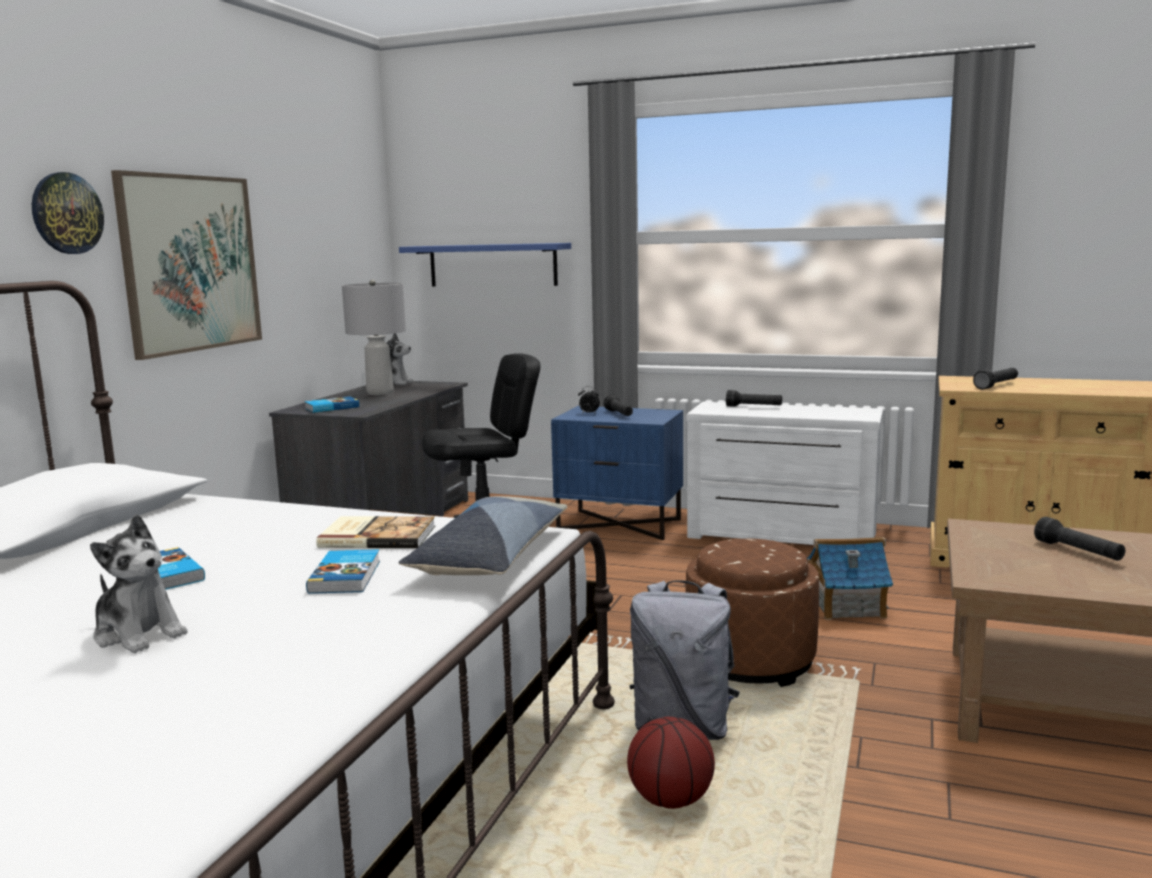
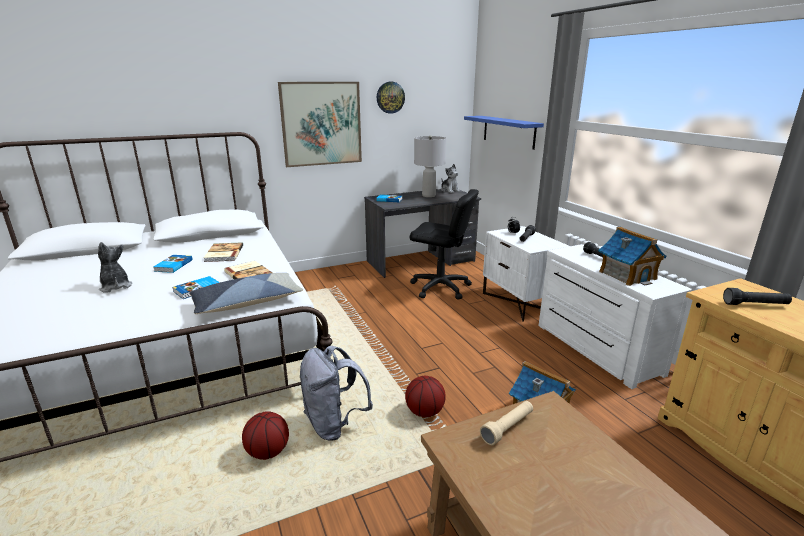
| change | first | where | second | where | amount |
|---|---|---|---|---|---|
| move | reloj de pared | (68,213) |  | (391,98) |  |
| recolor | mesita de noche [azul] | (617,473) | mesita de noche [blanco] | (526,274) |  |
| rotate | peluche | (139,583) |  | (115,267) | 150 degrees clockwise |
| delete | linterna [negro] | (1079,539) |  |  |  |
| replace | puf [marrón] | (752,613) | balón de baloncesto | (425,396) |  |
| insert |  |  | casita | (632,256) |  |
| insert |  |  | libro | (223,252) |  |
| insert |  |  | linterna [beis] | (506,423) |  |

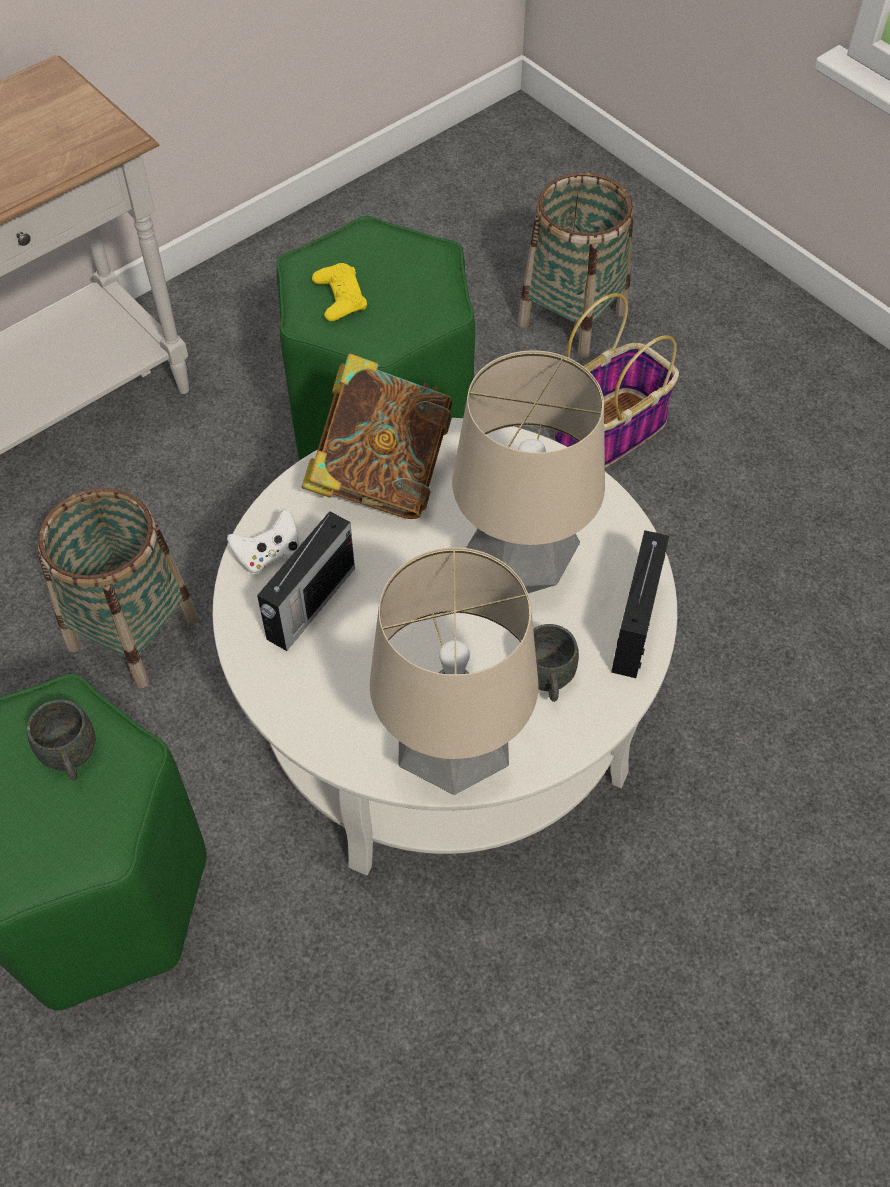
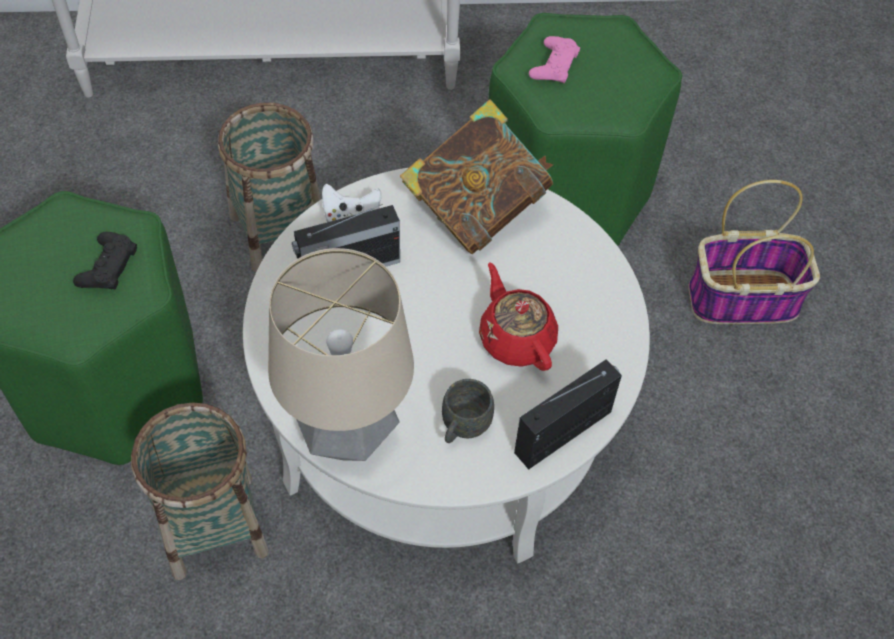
| change | first | where | second | where | amount |
|---|---|---|---|---|---|
| move | cesta | (576,266) |  | (200,491) |  |
| recolor | mando de consola [amarillo] | (339,292) | mando de consola [rosa] | (554,59) |  |
| replace | lámpara de mesa | (528,471) | tetera [rojo] | (518,316) |  |
| replace | taza grande [gris] | (61,740) | mando de consola [negro] | (105,260) |  |

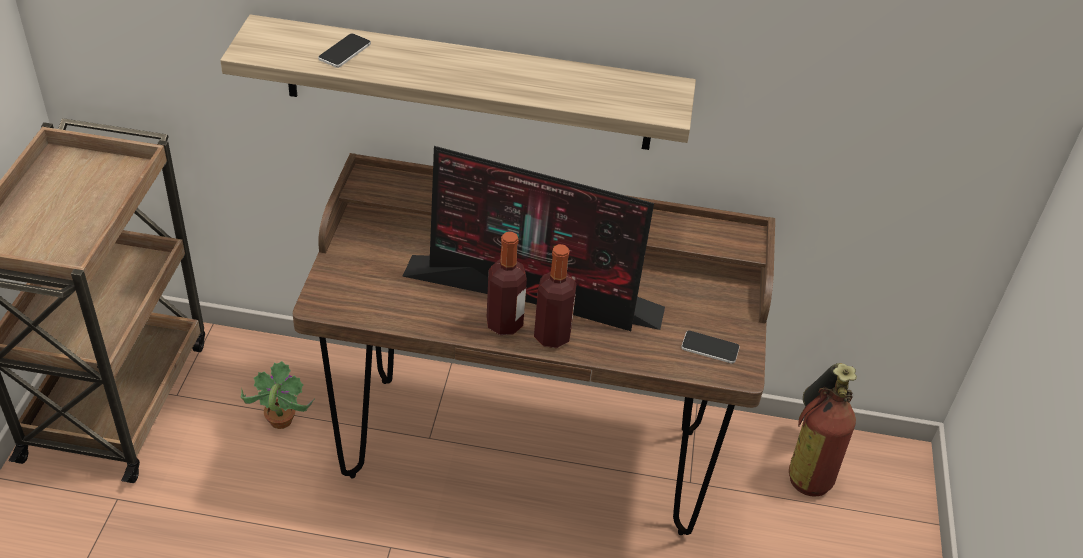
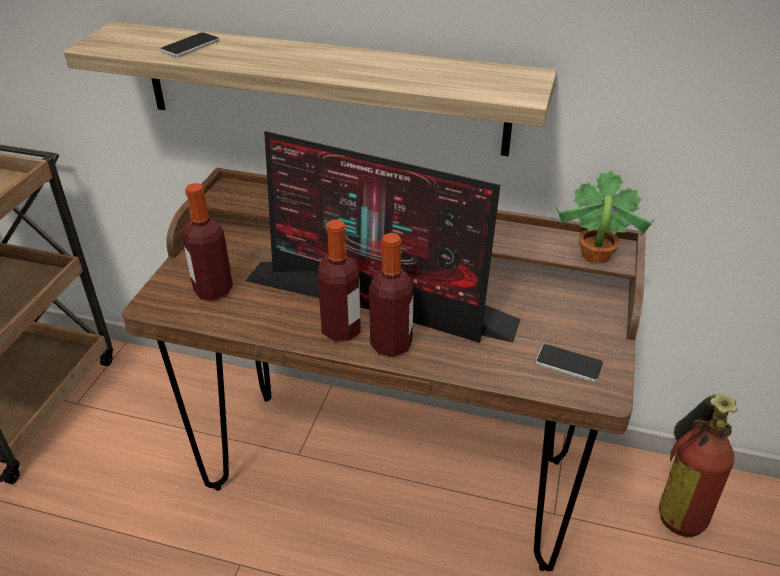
| change | first | where | second | where | amount |
|---|---|---|---|---|---|
| move | planta en maceta | (277,395) |  | (605,217) |  |
| insert |  |  | botella | (207,242) |  |

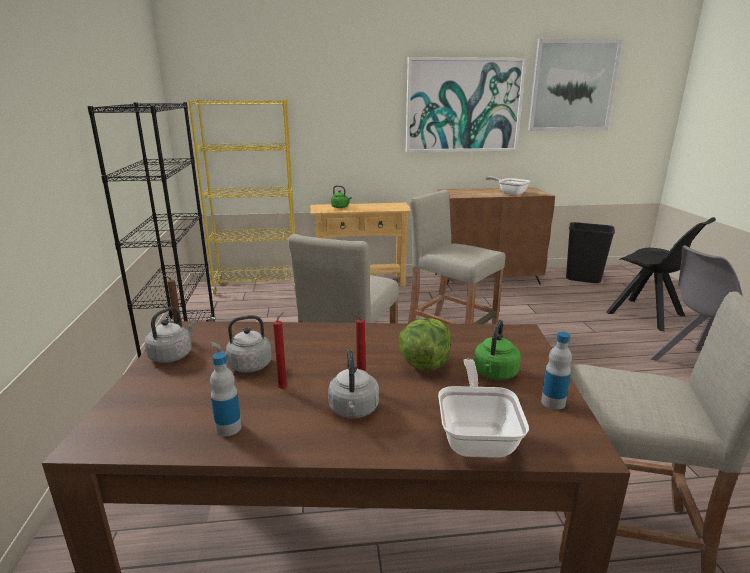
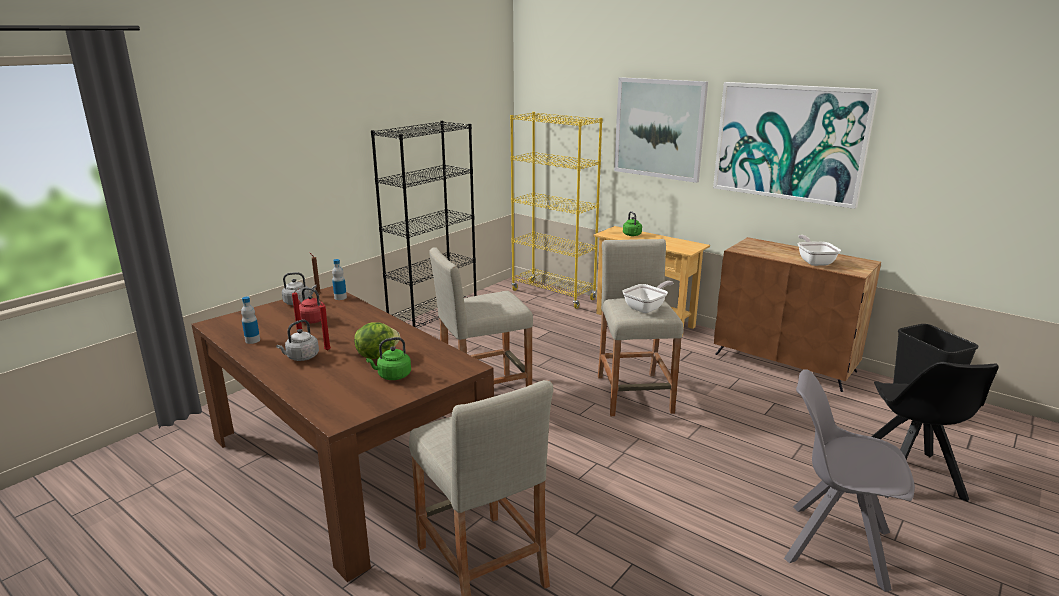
| change | first | where | second | where | amount |
|---|---|---|---|---|---|
| move | cuadro | (575,85) |  | (661,130) |  |
| recolor | hervidor [gris] | (241,344) | hervidor [rojo] | (312,305) |  |
| move | botella | (556,371) |  | (339,279) |  |
| move | sartén | (483,408) |  | (648,297) |  |

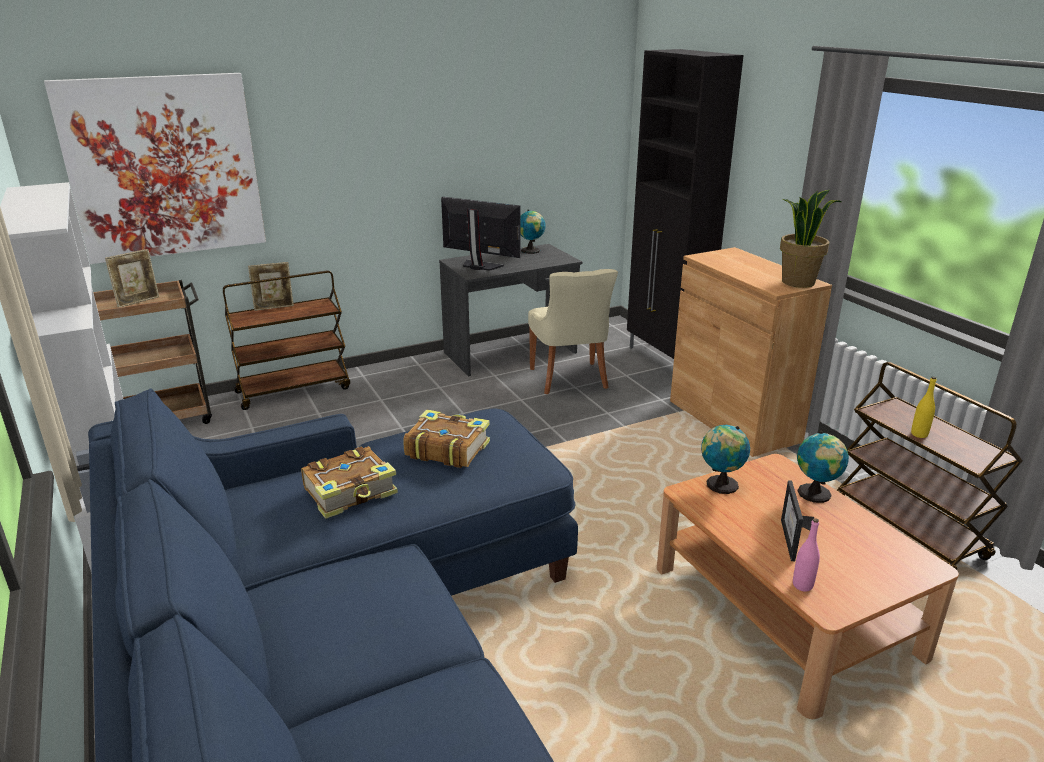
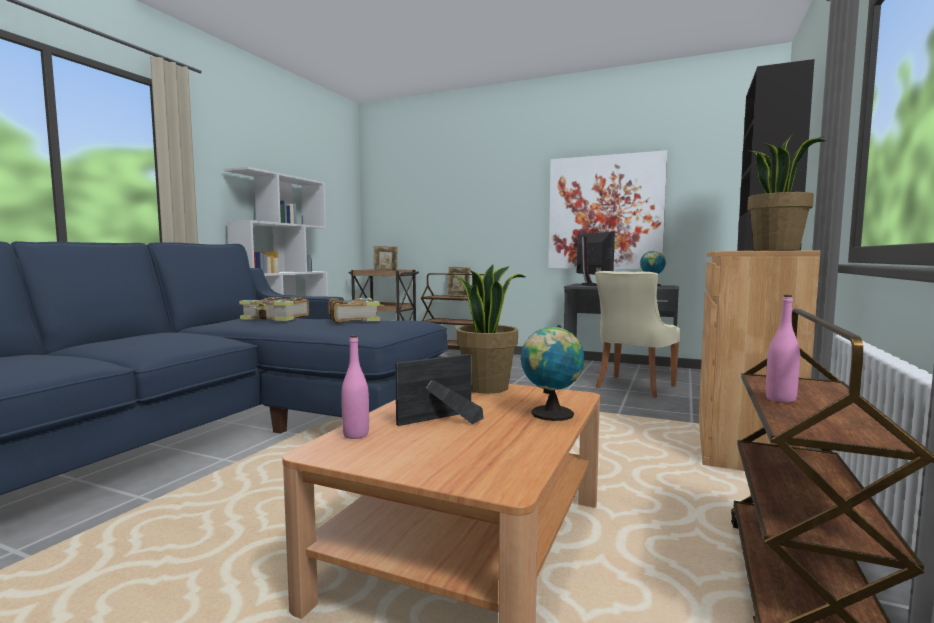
| change | first | where | second | where | amount |
|---|---|---|---|---|---|
| move | cuadro | (155,168) |  | (608,209) |  |
| recolor | botella [amarillo] | (923,407) | botella [rosa] | (783,349) |  |
| replace | globo terráqueo | (725,459) | planta en maceta | (487,328) |  |

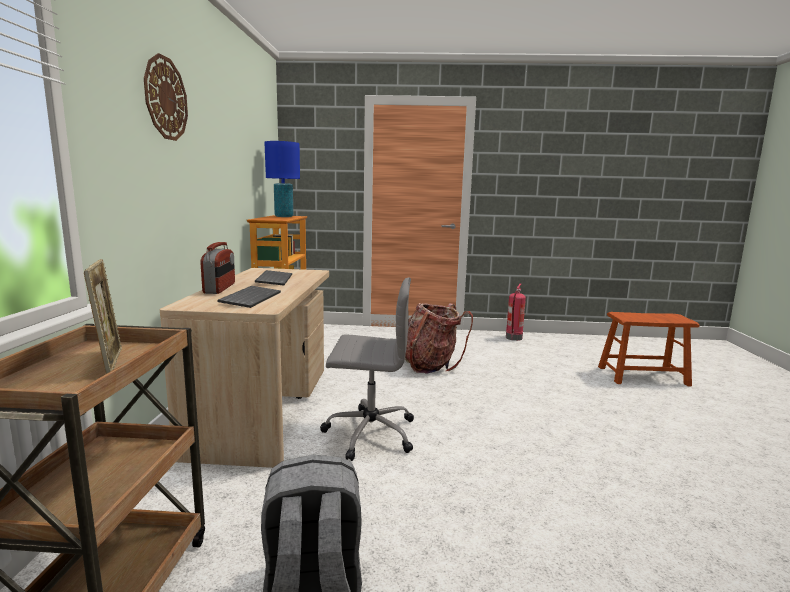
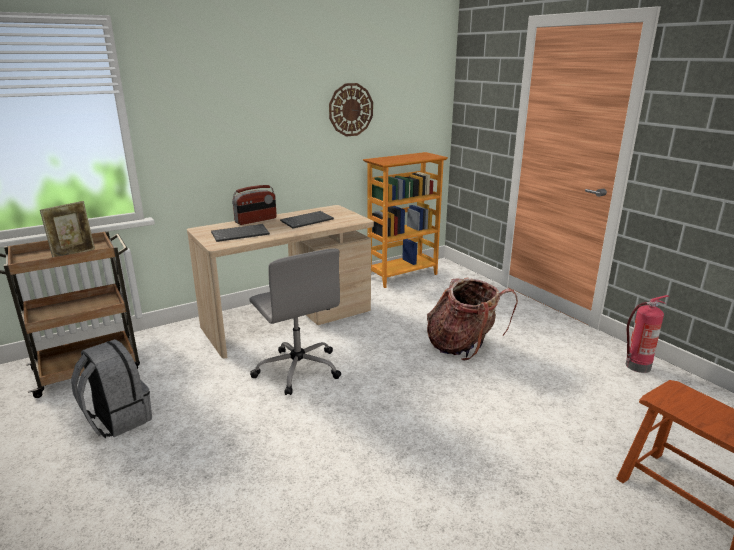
| change | first | where | second | where | amount |
|---|---|---|---|---|---|
| move | reloj de pared | (166,97) |  | (351,109) |  |
| delete | lámpara de mesa [azul] | (282,179) |  |  |  |

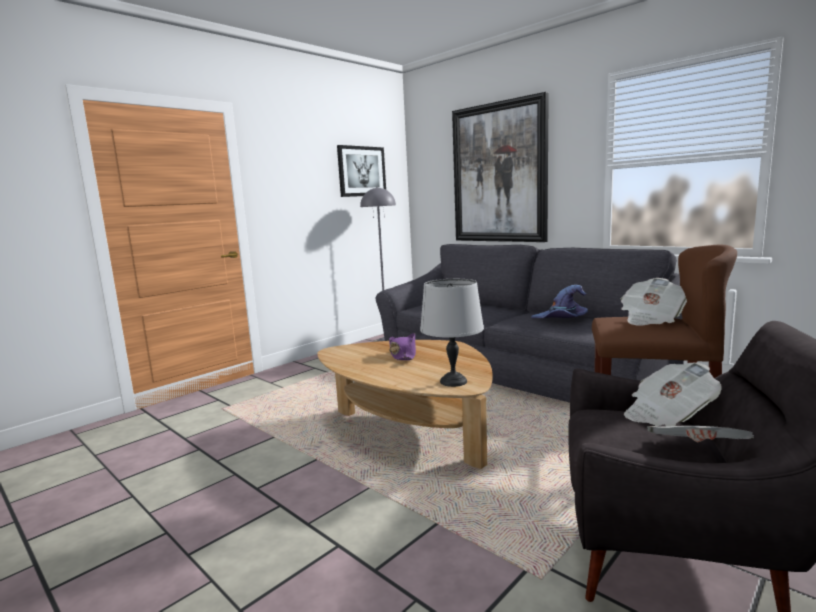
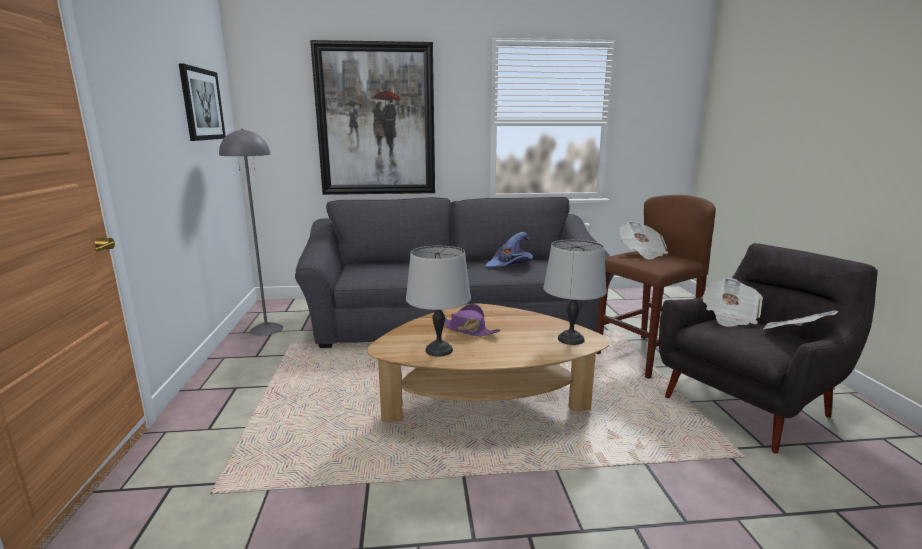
| change | first | where | second | where | amount |
|---|---|---|---|---|---|
| insert |  |  | lámpara de mesa [gris] | (438,301) |  |

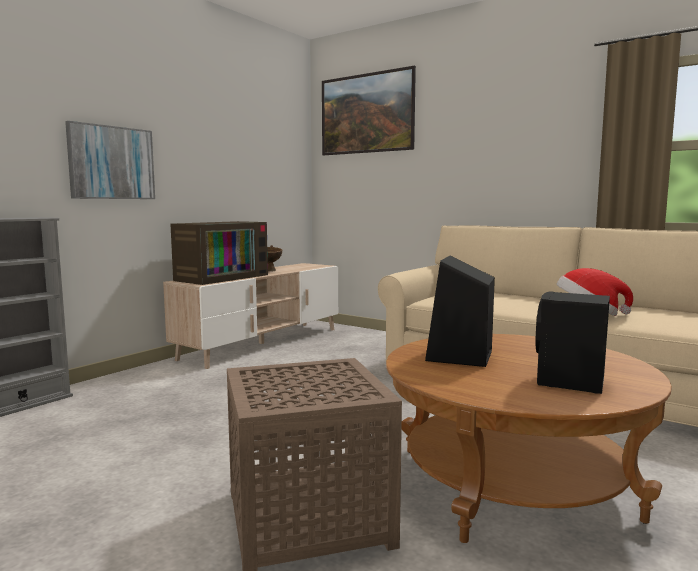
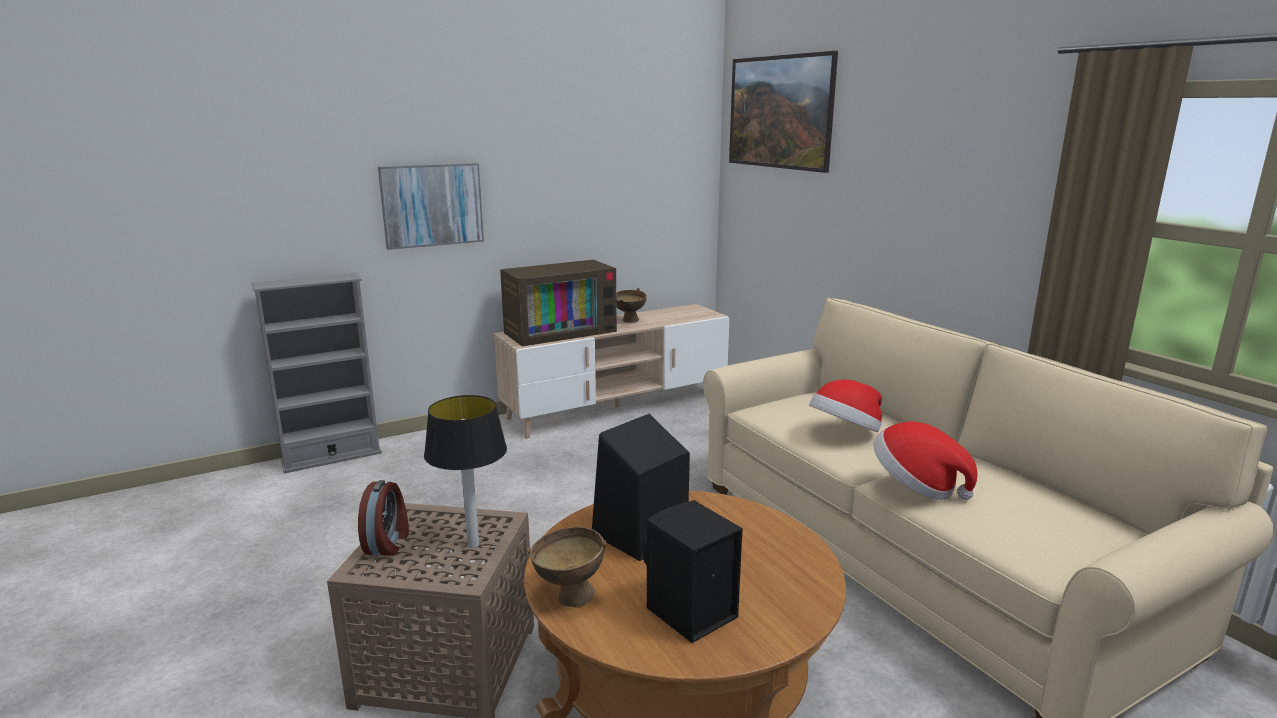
| change | first | where | second | where | amount |
|---|---|---|---|---|---|
| insert |  |  | sombrero | (845,405) |  |
| insert |  |  | lámpara de mesa | (465,471) |  |
| insert |  |  | despertador | (383,518) |  |
| insert |  |  | cuenco [marrón] | (566,566) |  |

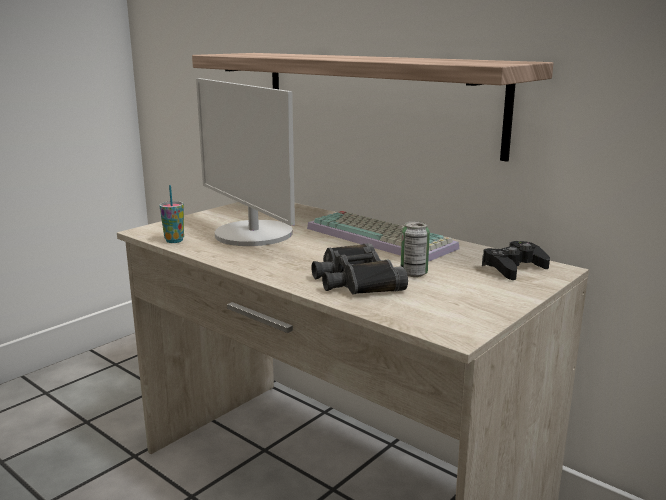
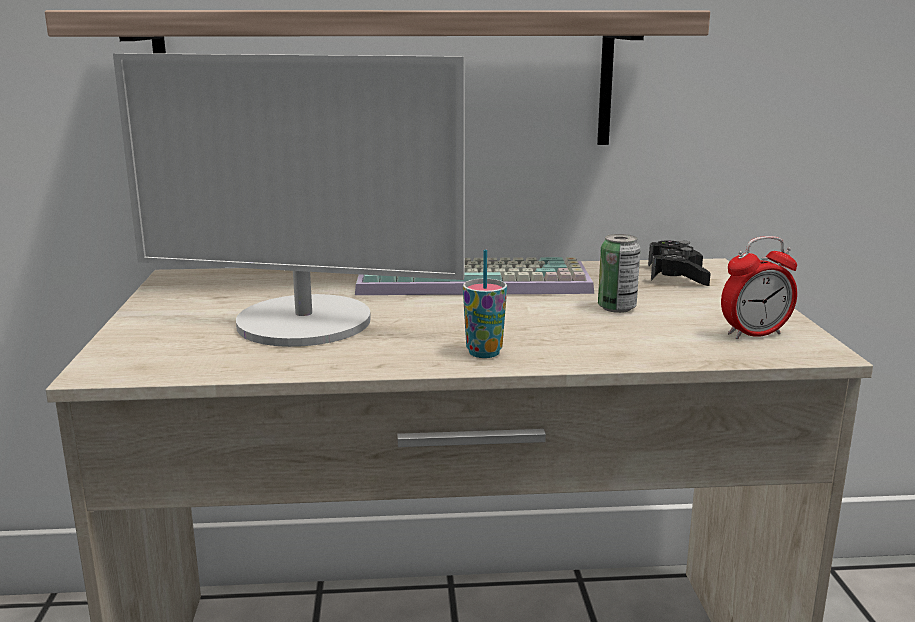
| change | first | where | second | where | amount |
|---|---|---|---|---|---|
| move | taza | (171,214) |  | (485,304) |  |
| delete | prismáticos [negro] | (359,269) |  |  |  |
| insert |  |  | despertador | (759,287) |  |

